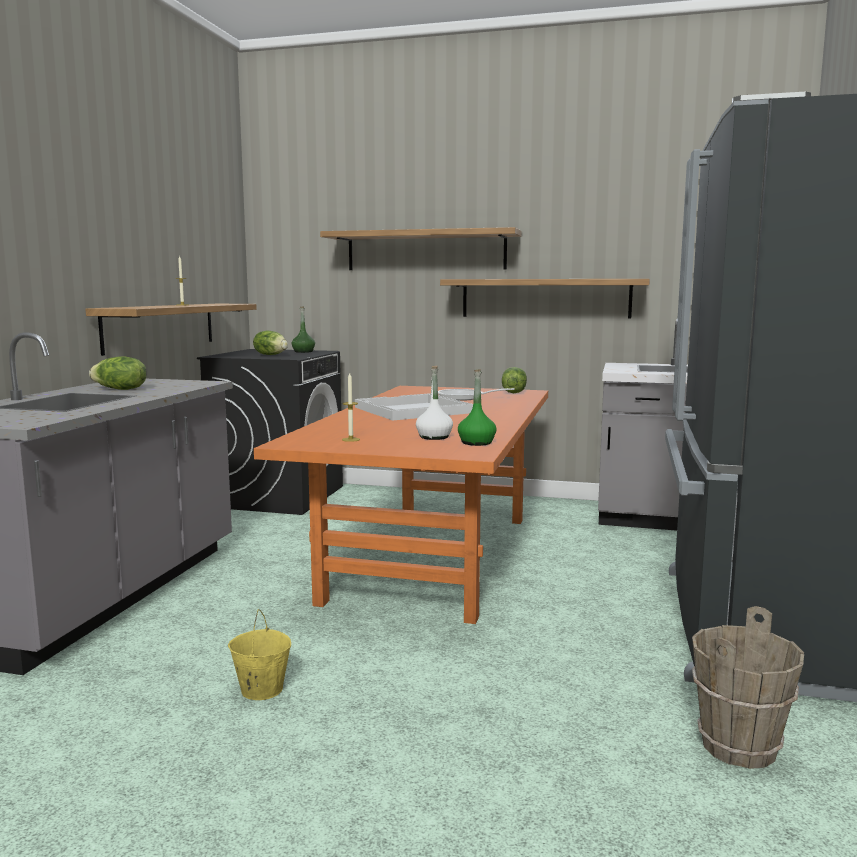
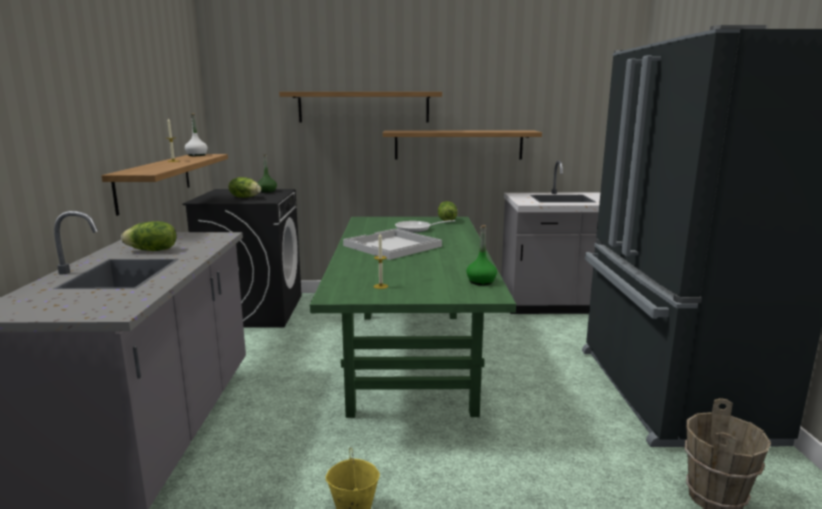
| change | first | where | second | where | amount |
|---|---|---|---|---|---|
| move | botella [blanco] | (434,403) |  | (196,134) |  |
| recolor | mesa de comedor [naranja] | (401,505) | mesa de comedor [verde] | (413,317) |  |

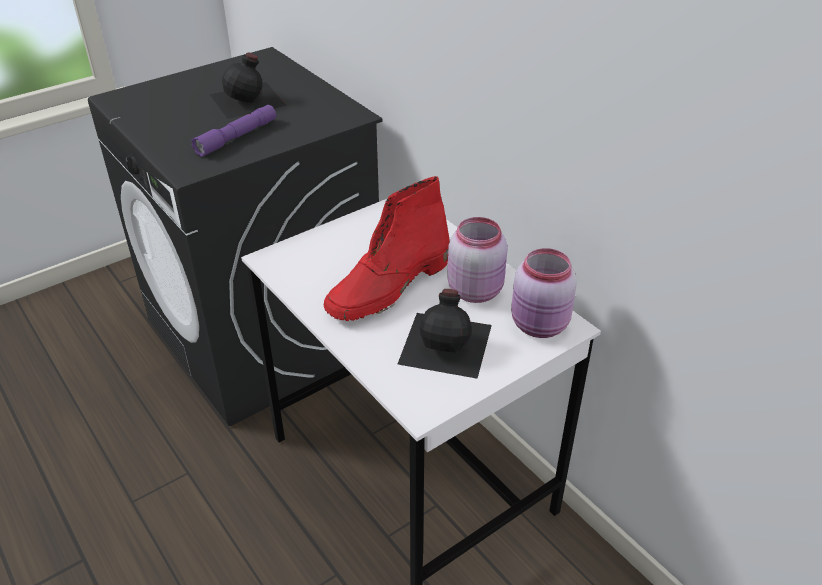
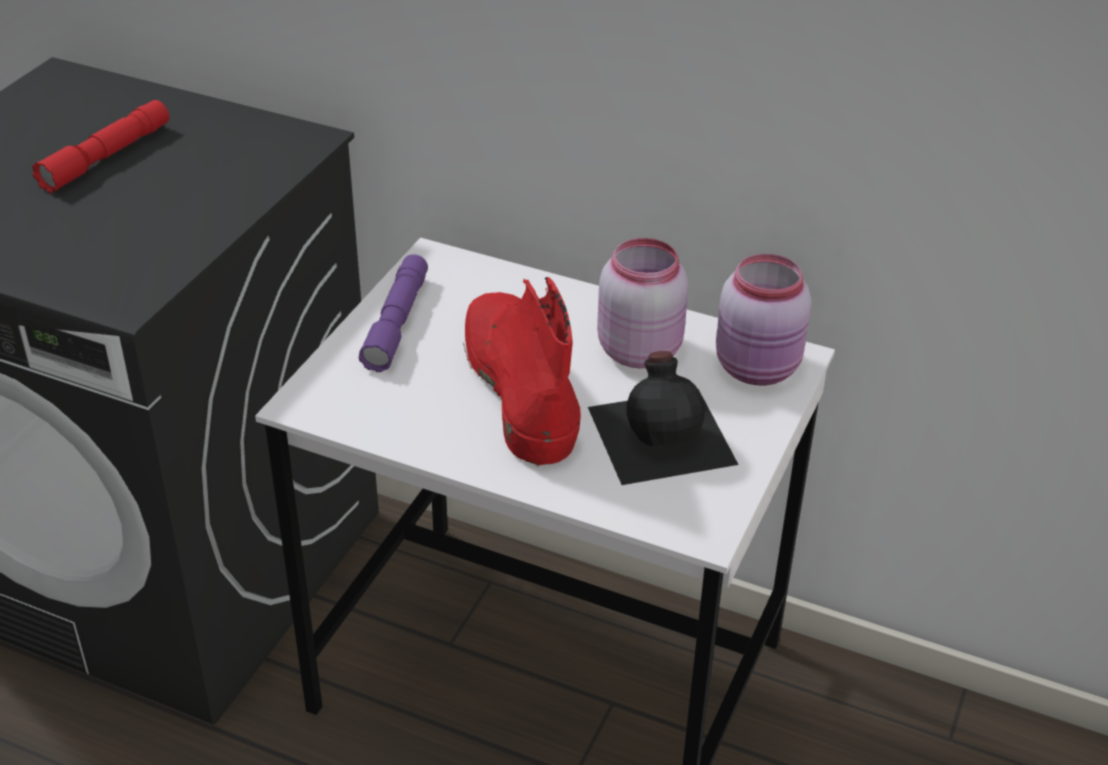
| change | first | where | second | where | amount |
|---|---|---|---|---|---|
| replace | botella [negro] | (248,86) | linterna [rojo] | (100,146) |  |
| move | linterna [morado] | (233,131) |  | (393,313) |  |
| rotate | bota [rojo] | (387,248) |  | (522,371) | 150 degrees clockwise |

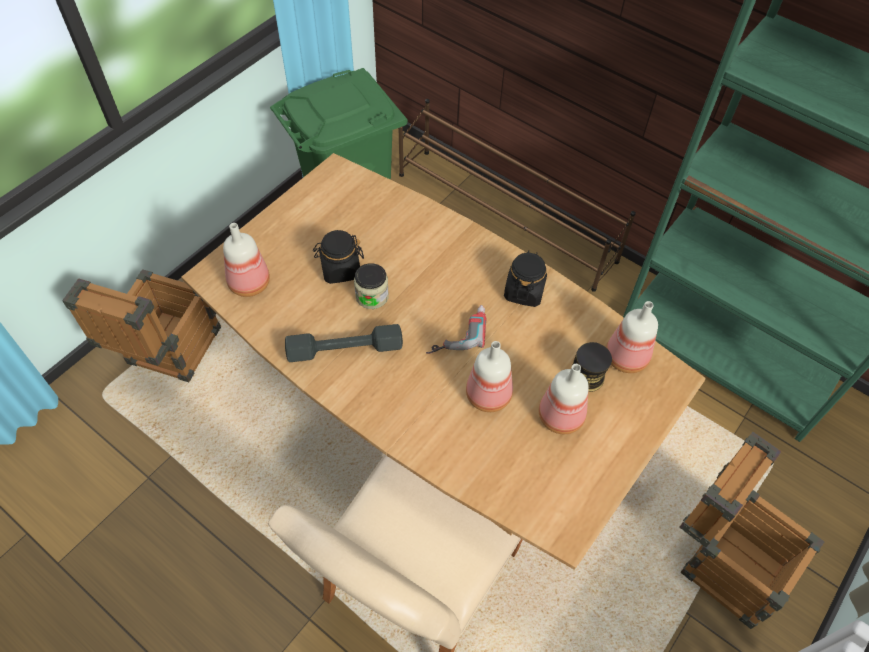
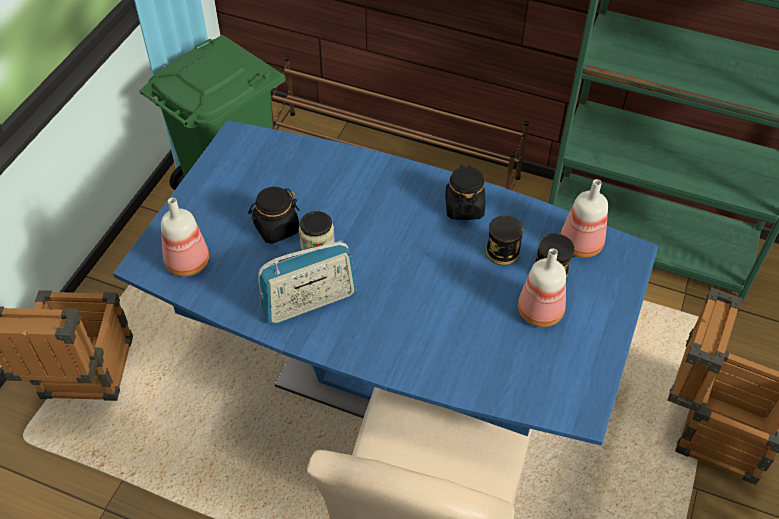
| change | first | where | second | where | amount |
|---|---|---|---|---|---|
| recolor | mesa de comedor [marrón] | (444,361) | mesa de comedor [azul] | (386,282) |  |
| delete | taladro | (456,329) |  |  |  |
| replace | mancuerna [gris] | (344,343) | radio | (307,282) |  |
| delete | botella | (489,376) |  |  |  |
| insert |  |  | lata | (504,240) |  |

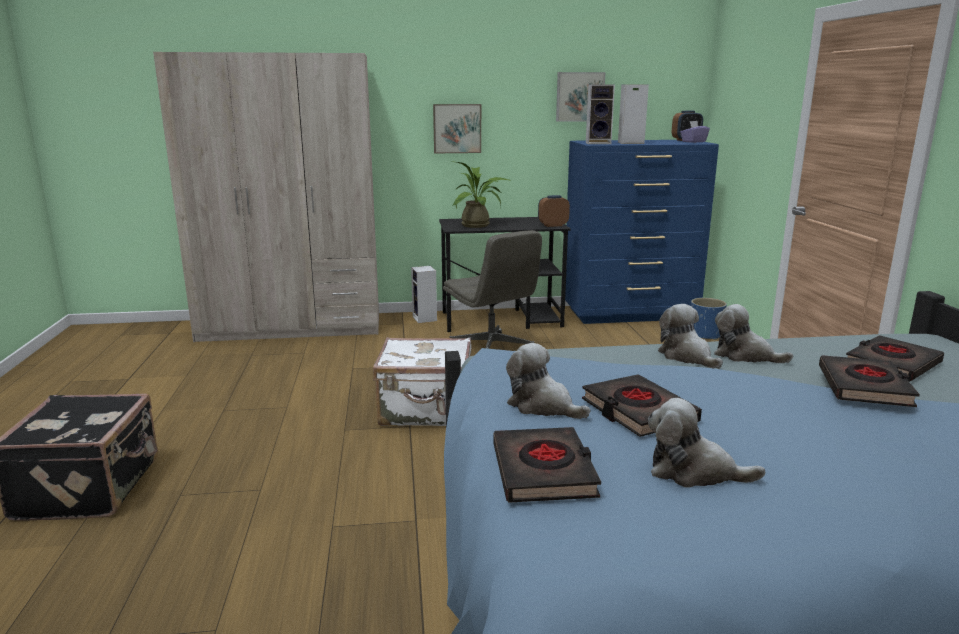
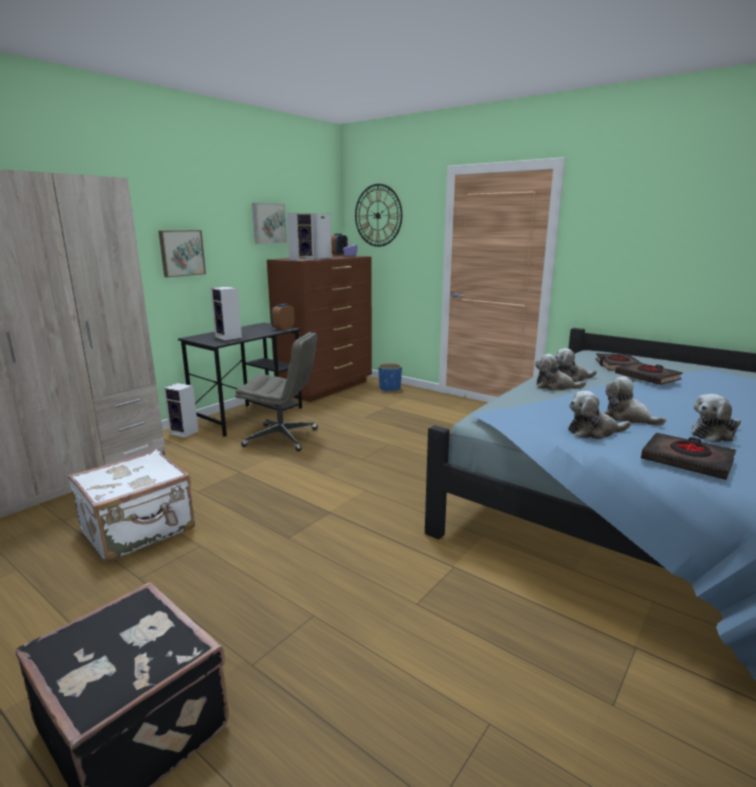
| change | first | where | second | where | amount |
|---|---|---|---|---|---|
| recolor | cómoda [azul] | (642,232) | cómoda [marrón] | (319,328) |  |
| replace | planta en maceta | (482,195) | altavoz | (226,313) |  |
| move | maleta [blanco] | (422,381) |  | (131,506) |  |
| replace | libro [negro] | (642,405) | peluche | (635,401) |  |
| insert |  |  | reloj de pared | (378,215) |  |

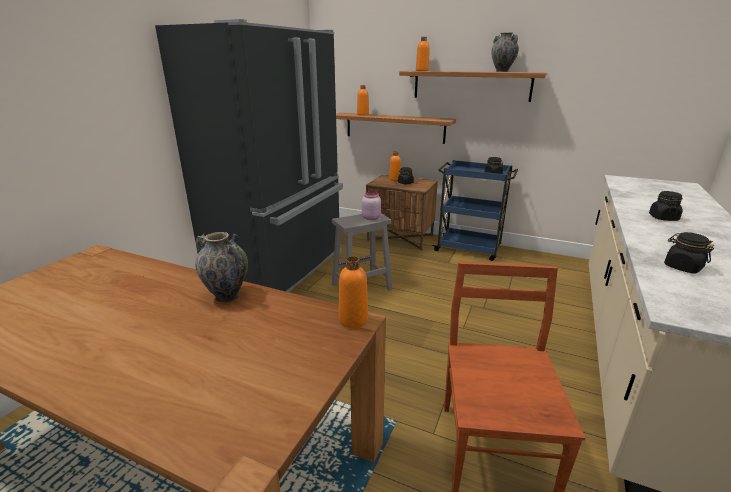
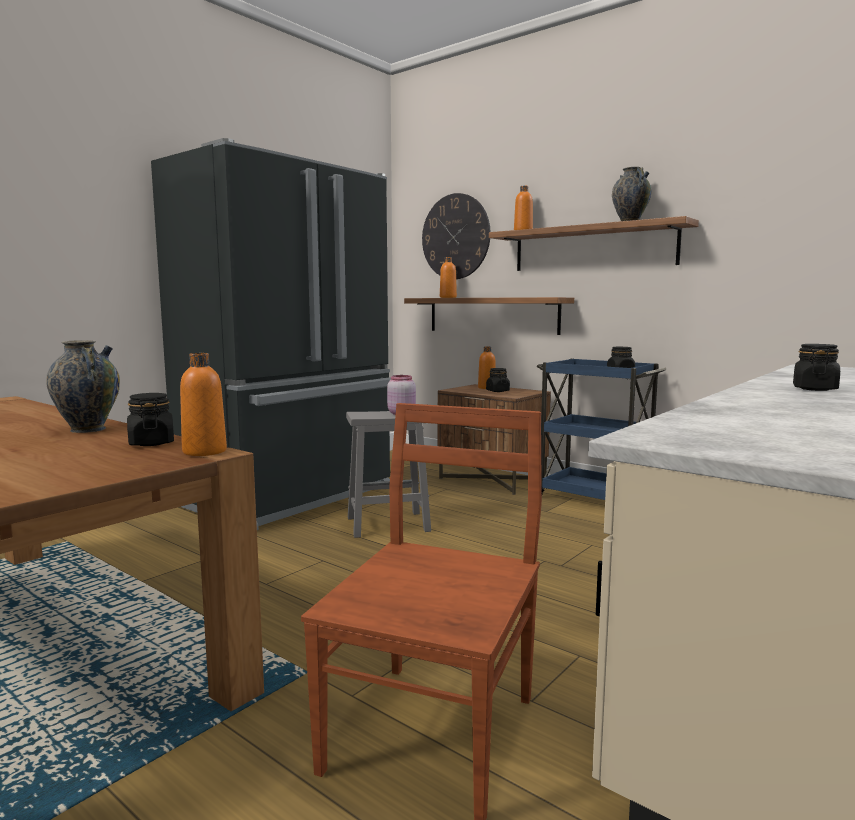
| change | first | where | second | where | amount |
|---|---|---|---|---|---|
| move | tarro [negro] | (689,253) |  | (150,419) |  |
| insert |  |  | reloj de pared | (456,236) |  |

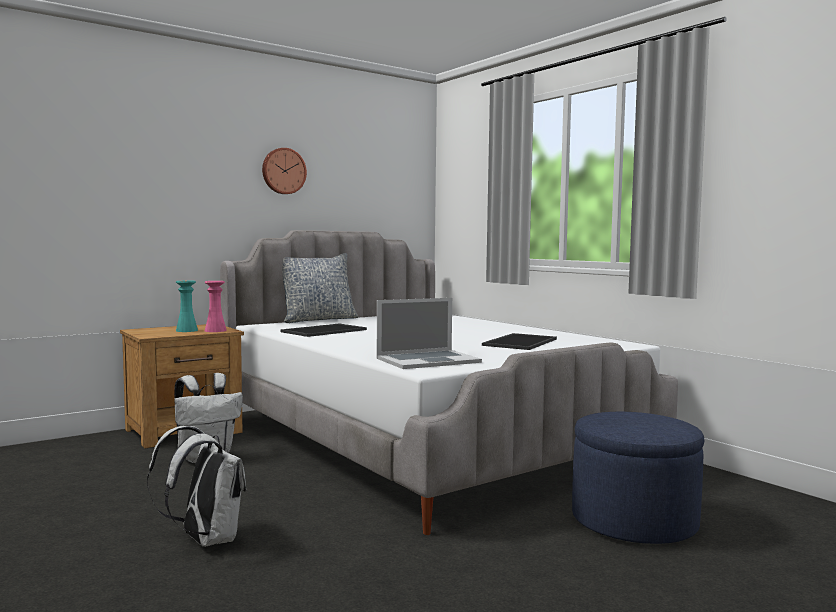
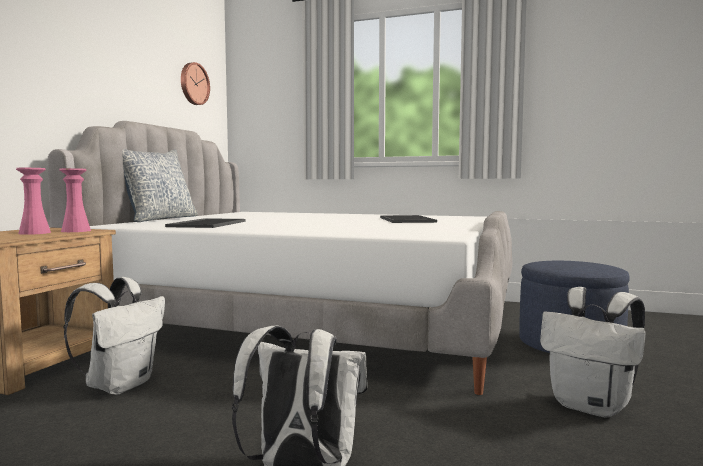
| change | first | where | second | where | amount |
|---|---|---|---|---|---|
| move | reloj de pared | (284,171) |  | (195,83) |  |
| recolor | florero [turquesa] | (187,306) | florero [rosa] | (33,201) |  |
| delete | portátil | (429,333) |  |  |  |
| insert |  |  | mochila [blanco] | (593,352) |  |

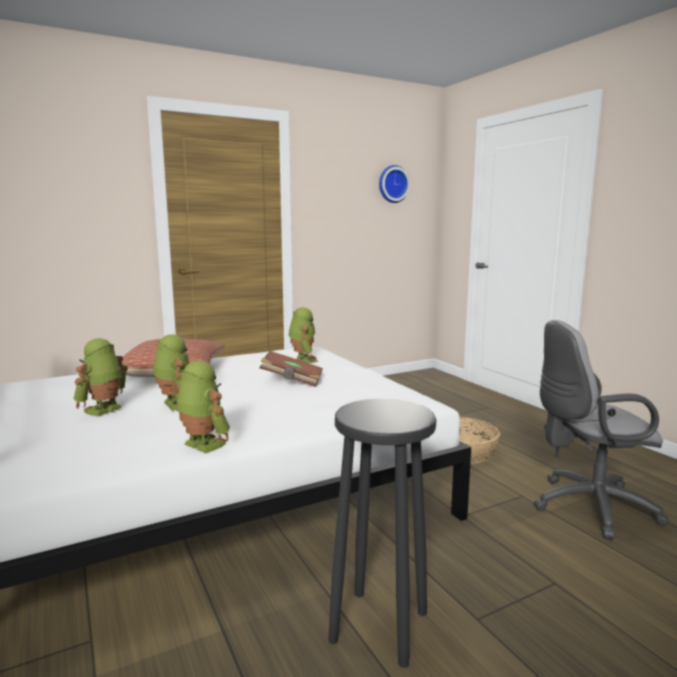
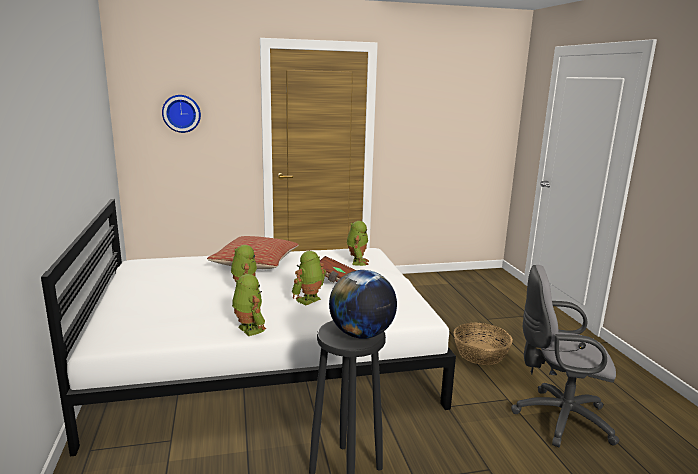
| change | first | where | second | where | amount |
|---|---|---|---|---|---|
| move | reloj de pared | (394,184) |  | (181,114) |  |
| move | robot de juguete | (101,377) |  | (309,278) |  |
| insert |  |  | globo terráqueo | (363,304) |  |

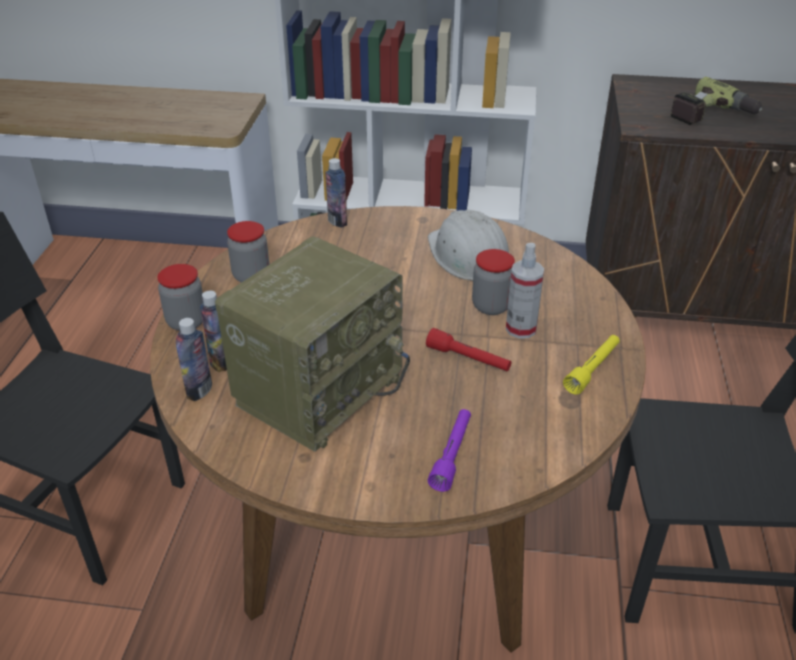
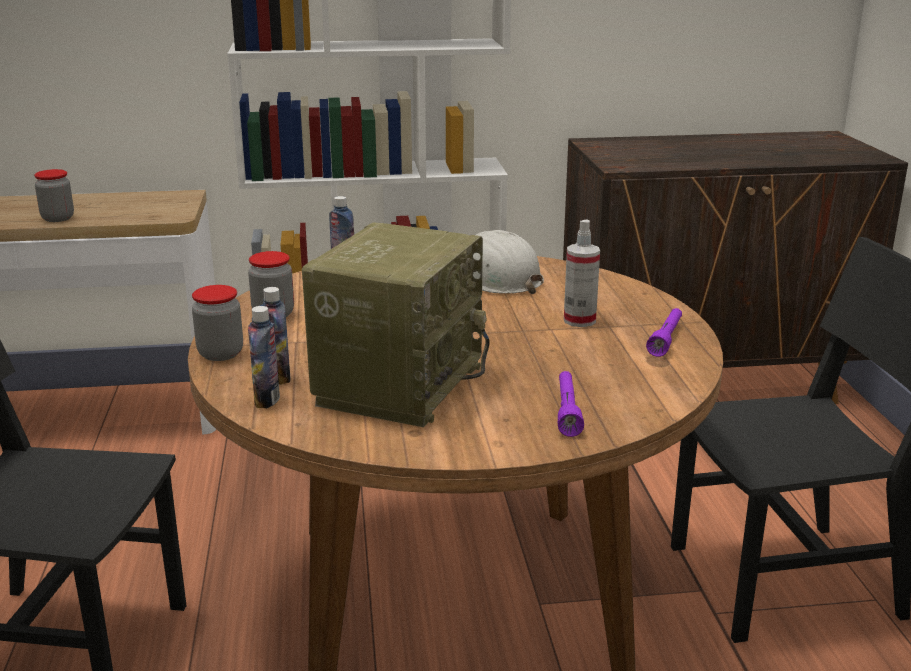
| change | first | where | second | where | amount |
|---|---|---|---|---|---|
| delete | taladro | (716,101) |  |  |  |
| move | tarro | (493,282) |  | (54,195) |  |
| delete | linterna [rojo] | (468,349) |  |  |  |
| recolor | linterna [amarillo] | (591,365) | linterna [morado] | (664,332) |  |

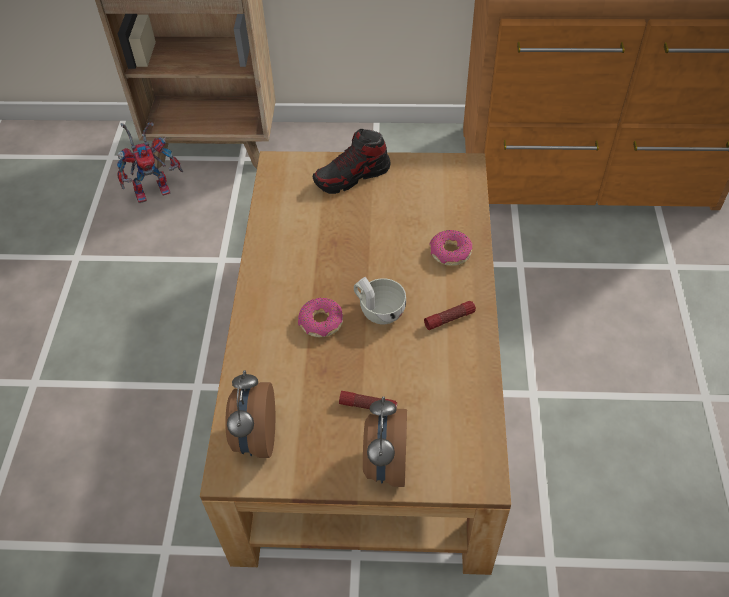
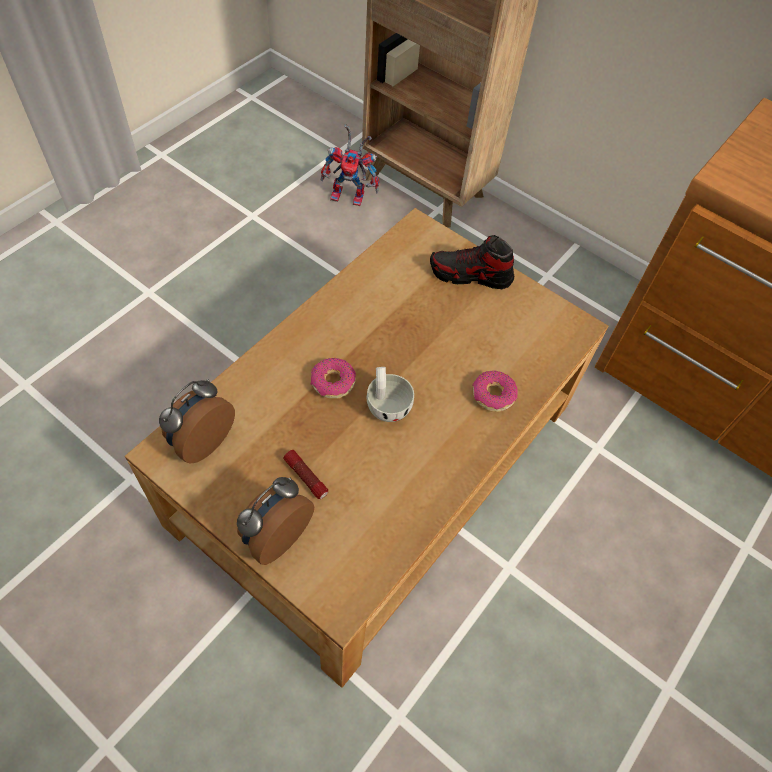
| change | first | where | second | where | amount |
|---|---|---|---|---|---|
| delete | linterna | (450,315) |  |  |  |

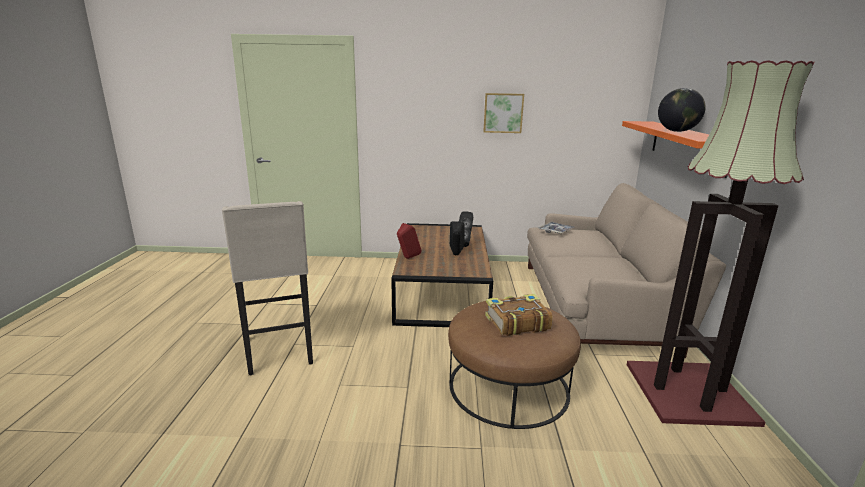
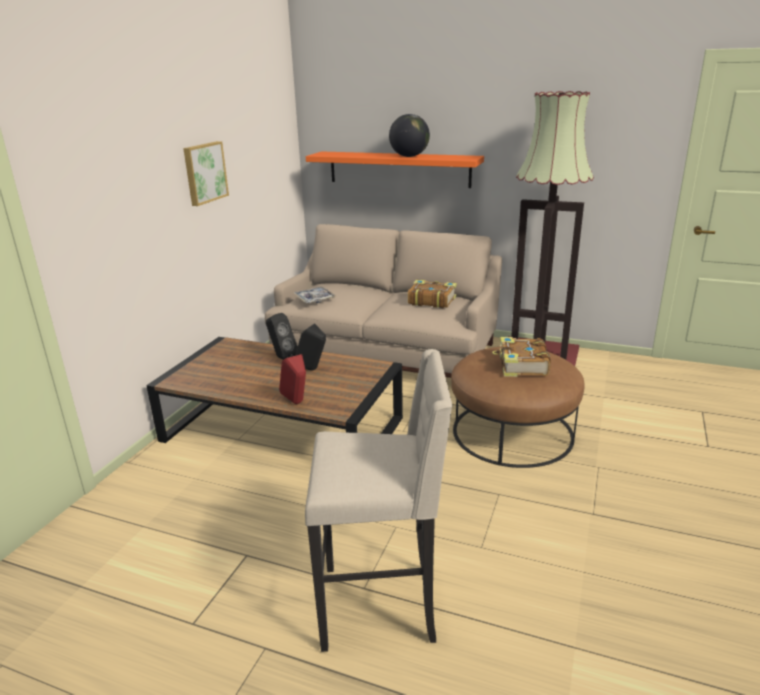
| change | first | where | second | where | amount |
|---|---|---|---|---|---|
| insert |  |  | libro | (432,294) |  |

